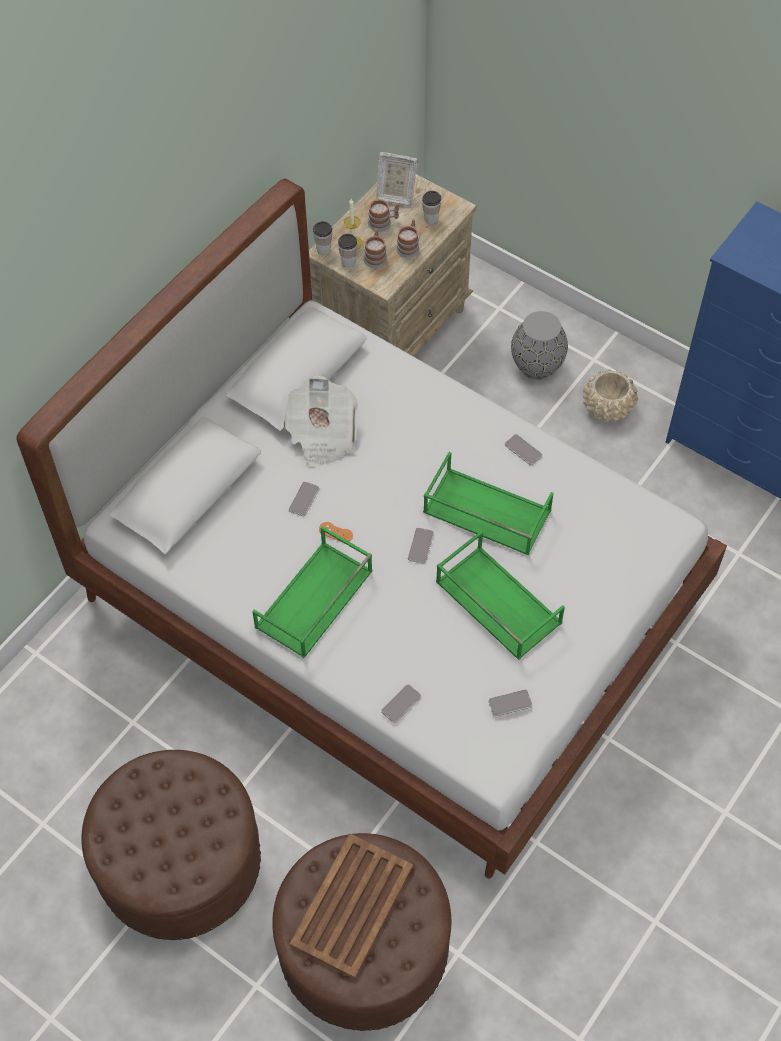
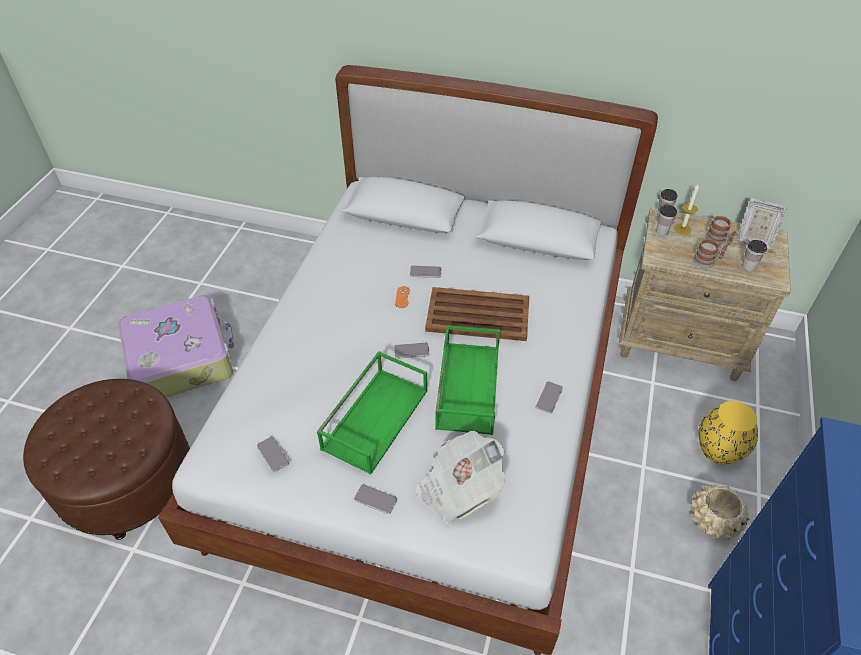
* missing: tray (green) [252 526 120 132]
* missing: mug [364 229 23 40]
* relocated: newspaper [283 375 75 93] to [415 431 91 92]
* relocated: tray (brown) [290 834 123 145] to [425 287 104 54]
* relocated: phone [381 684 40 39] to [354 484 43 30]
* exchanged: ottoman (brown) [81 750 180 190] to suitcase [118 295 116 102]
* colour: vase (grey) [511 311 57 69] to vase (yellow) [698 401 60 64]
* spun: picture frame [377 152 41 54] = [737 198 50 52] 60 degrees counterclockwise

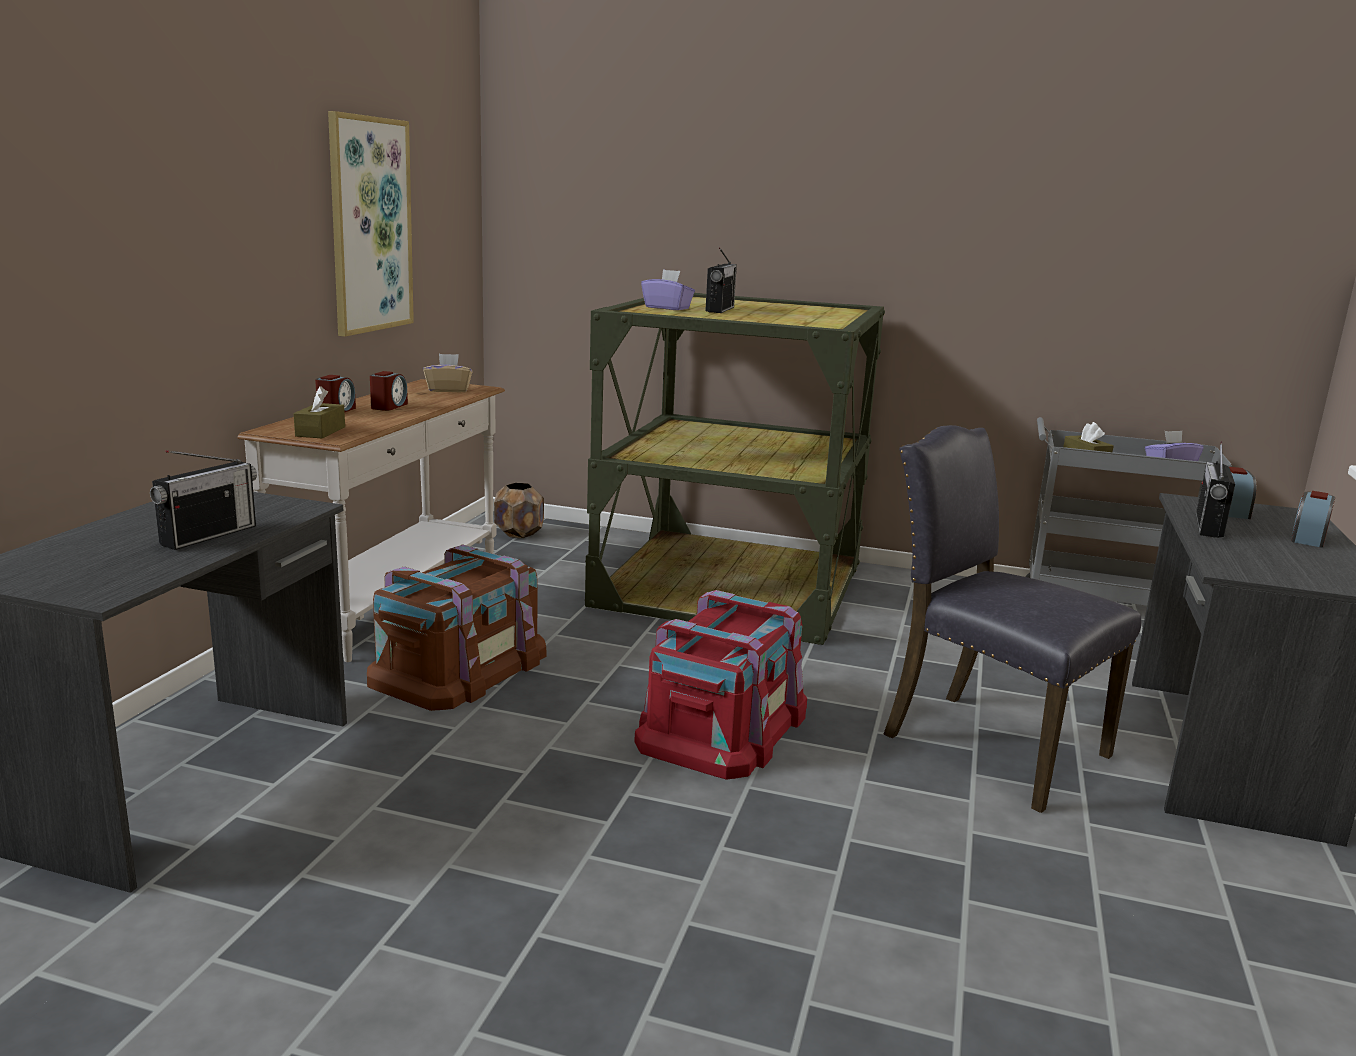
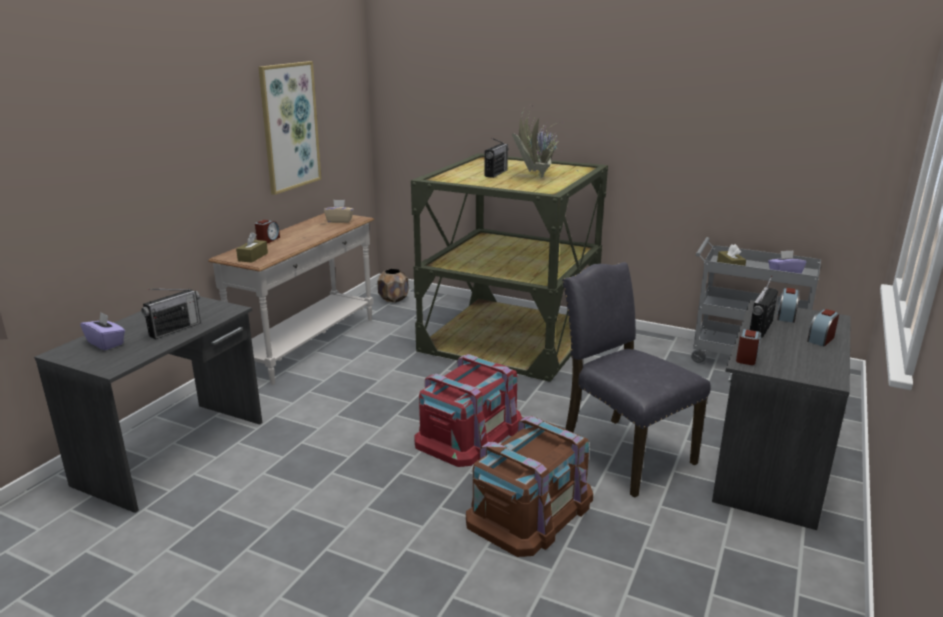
* appeared: potted plant [512 104 66 74]
* relocated: storage box (brown) [367 545 179 166] to [466 416 127 141]
* relocated: alarm clock [370 371 38 40] to [736 329 25 36]
* relocated: tissue box (purple) [641 269 54 41] to [80 312 45 38]

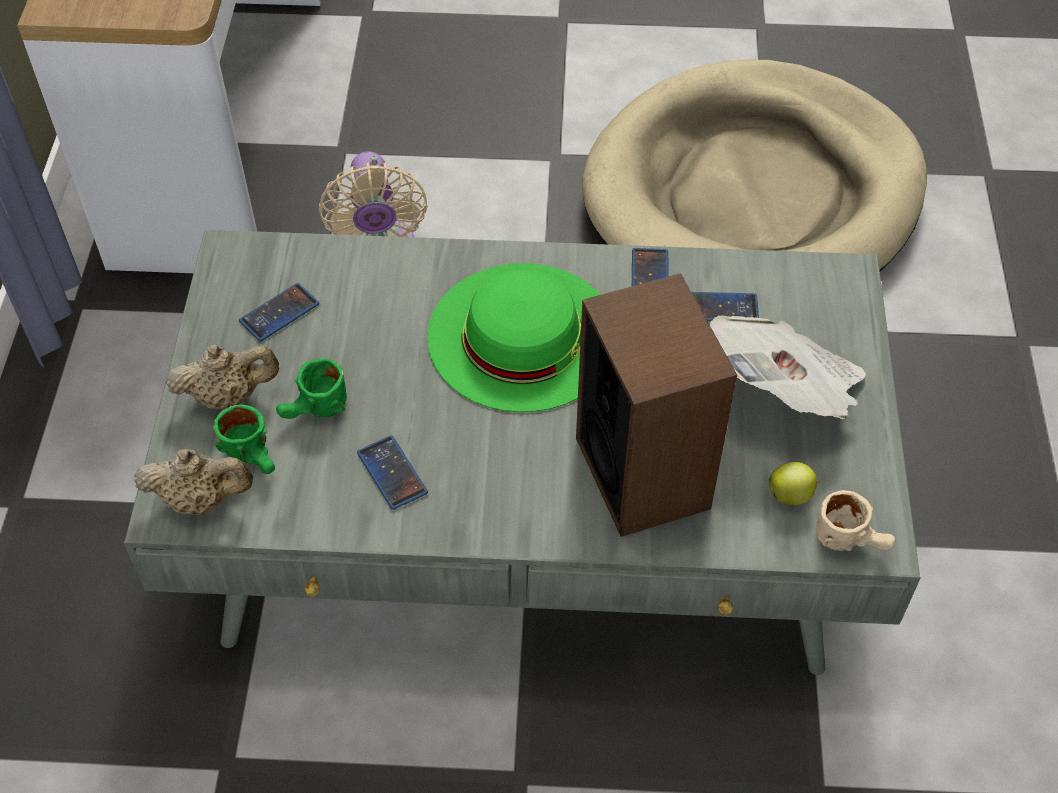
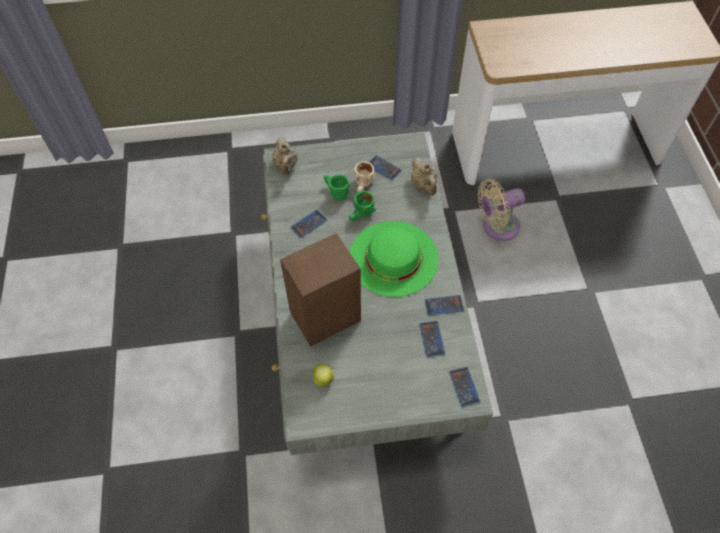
* missing: dog bed (beige) [582 59 345 212]
* missing: newspaper [710 315 156 104]
* appeared: phone [449 367 31 40]
* relocated: teapot (beige) [165 344 114 65] to [411 158 26 37]
* relocated: mug (green) [213 405 62 69] to [349 191 27 30]
* relocated: mug (beige) [815 490 81 61] to [354 161 22 31]

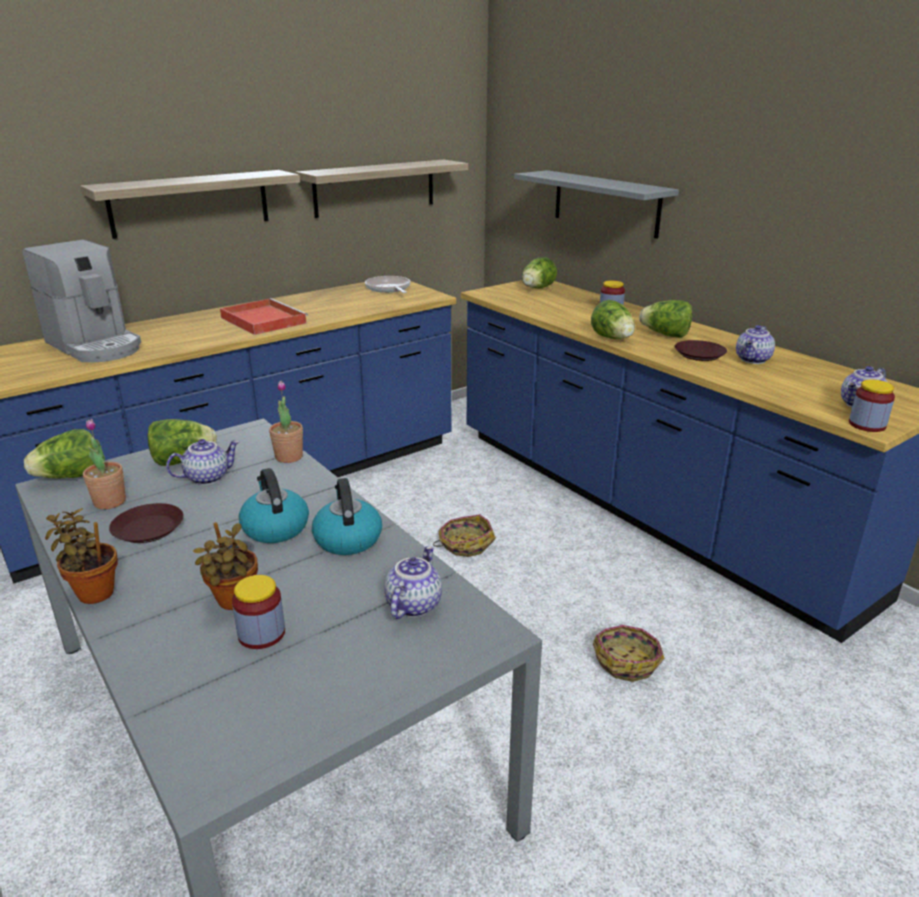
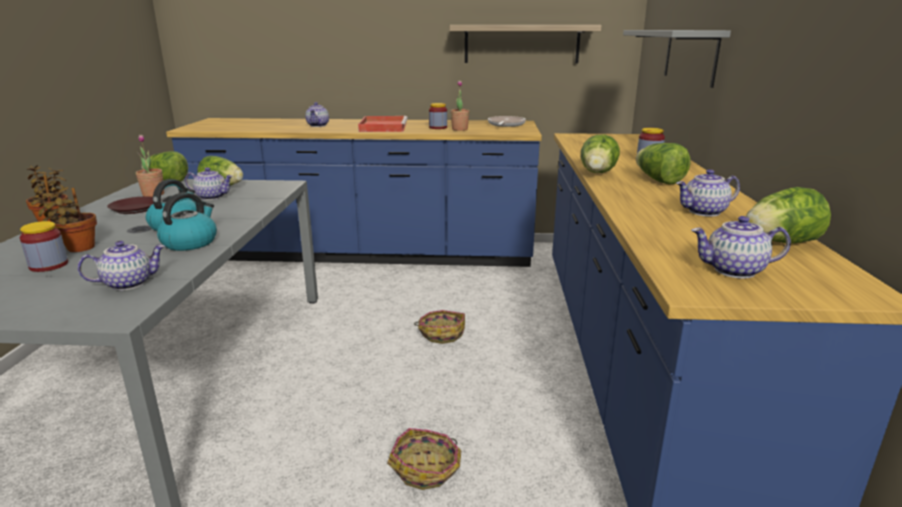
* missing: coffee machine [22 240 119 122]
* missing: shelf [80 170 220 69]
* missing: plate (brown) [675 340 52 21]
* appeared: teapot [305 102 24 25]
* relocated: potted plant [269 381 34 82] to [451 80 18 51]
* relocated: lettuce [522 257 35 32] to [746 187 85 57]
* relocated: jar [849 379 46 53] to [429 103 18 26]

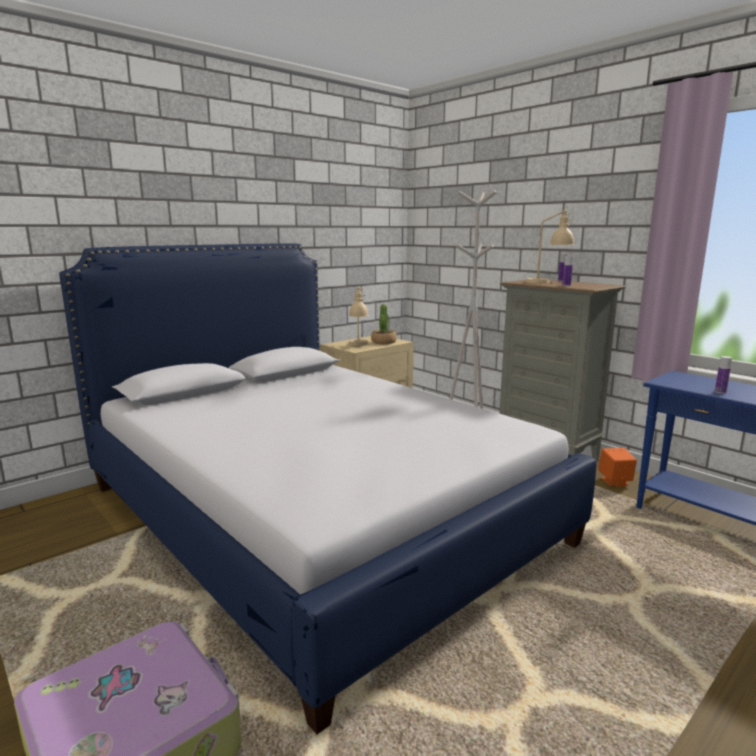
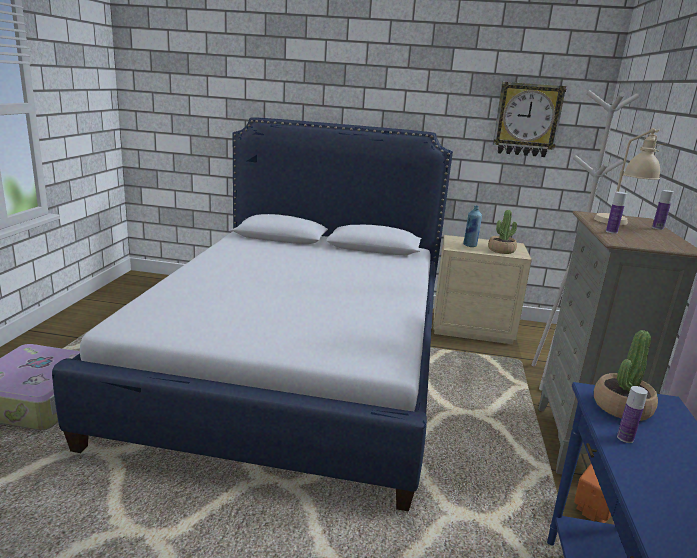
* appeared: wall clock [493 82 73 75]
* appeared: potted plant [594 330 64 91]
* exchanged: table lamp (beige) [349 287 20 59] to bottle (blue) [463 205 19 42]

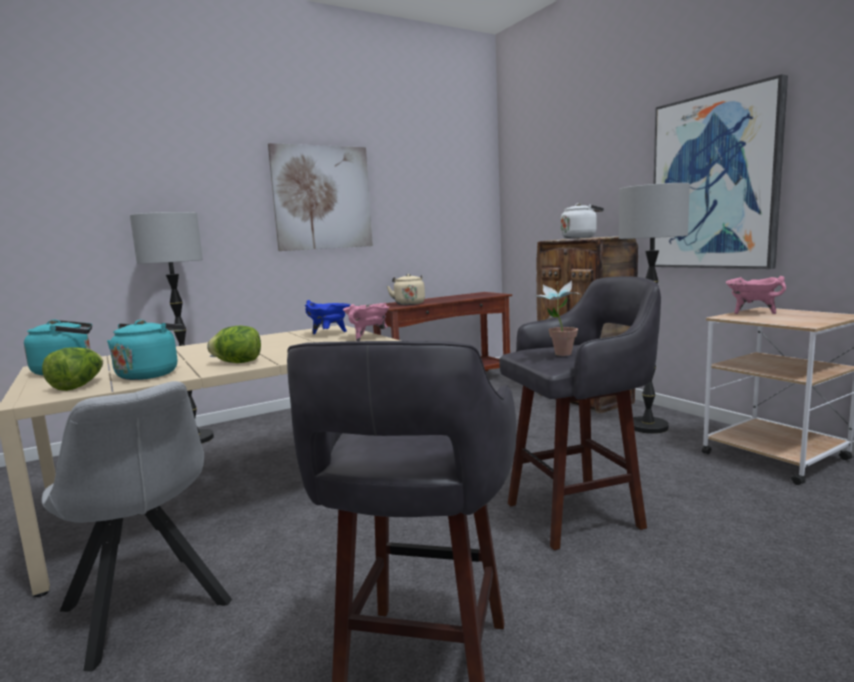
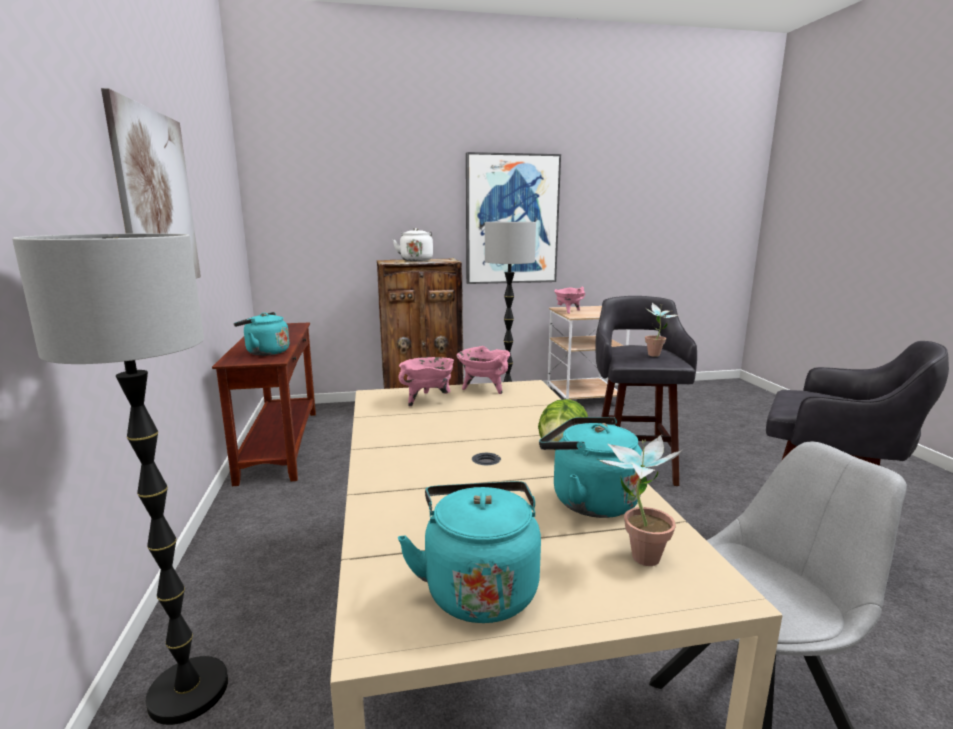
* exchanged: lettuce [42 348 61 43] to potted plant [598 435 84 131]
* colour: cooking pot (blue) [305 300 45 34] to cooking pot (pink) [398 357 56 50]
* colour: kettle (beige) [387 274 38 31] to kettle (turquoise) [234 312 55 44]

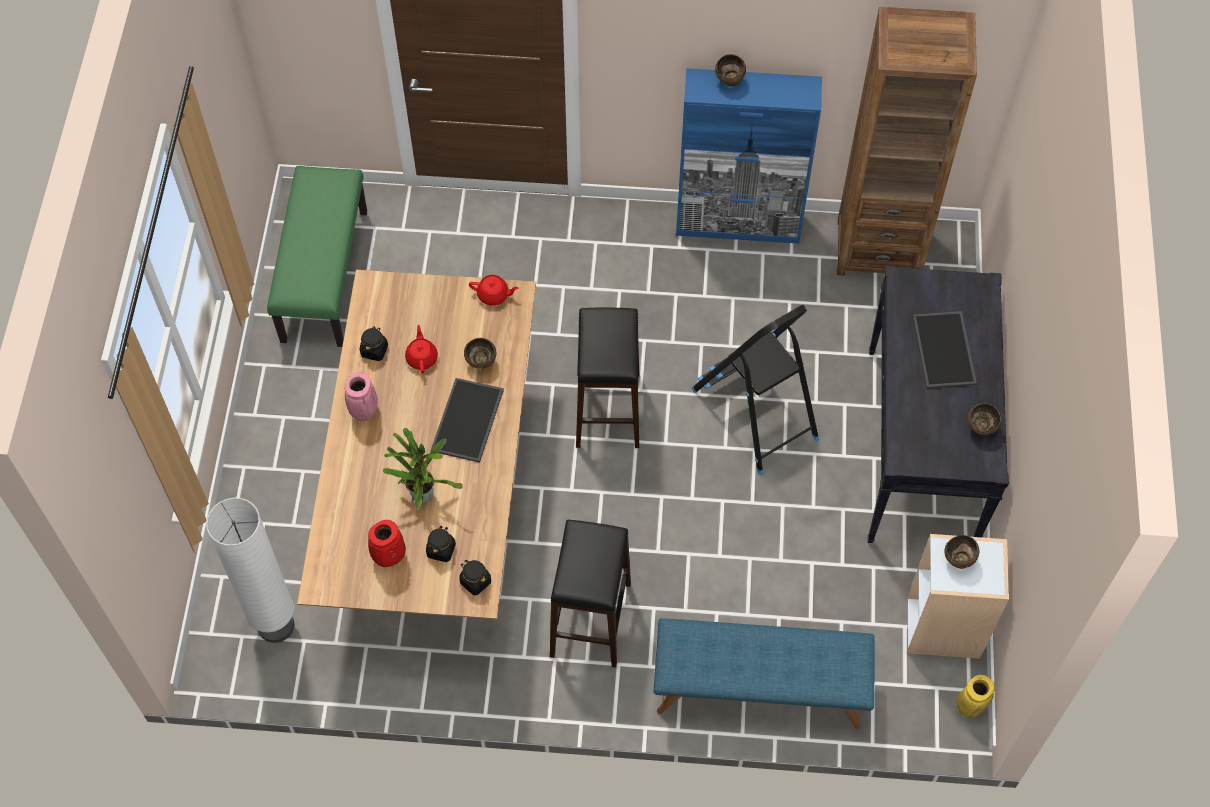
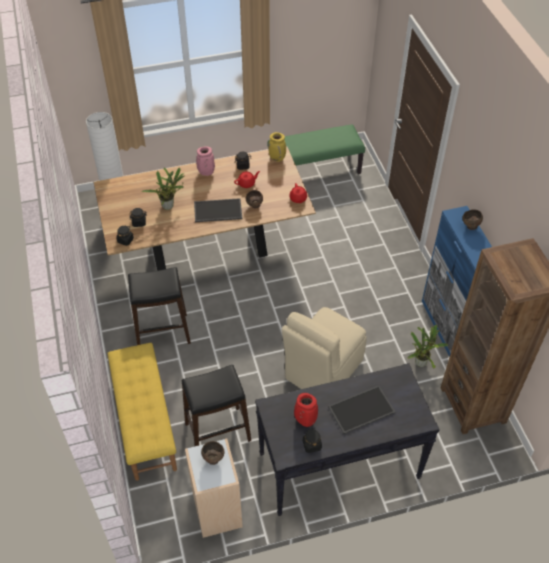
* appeared: potted plant [407 325 41 44]
* relocated: vase (red) [368 520 38 47] to [294 393 24 34]
* relocated: stool (black) [576 308 63 140] to [182 365 69 81]
* relocated: vase (yellow) [956 675 39 43] to [268 132 18 30]
* exchanged: step ladder (black) [692 305 127 170] to chair (beige) [282 307 85 82]
* exchanged: bowl (brown) [968 403 34 32] to jar (black) [303 428 19 25]
* colour: bench (blue) [654 618 221 111] to bench (yellow) [107 343 70 138]

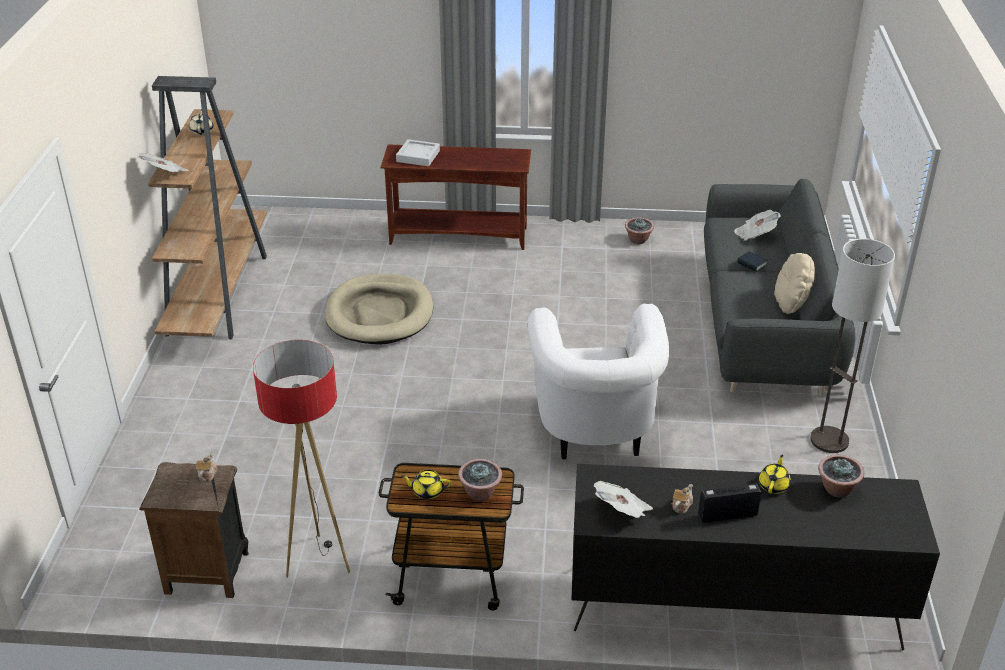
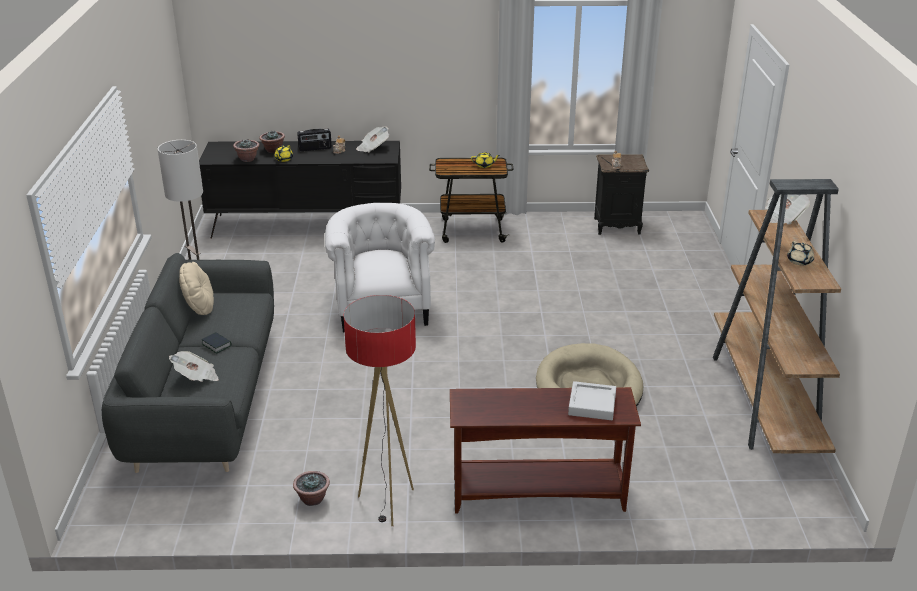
* relocated: floor lamp [253 340 97 238] to [344 295 72 231]
* relocated: potted plant [458 459 44 42] to [259 130 26 23]

